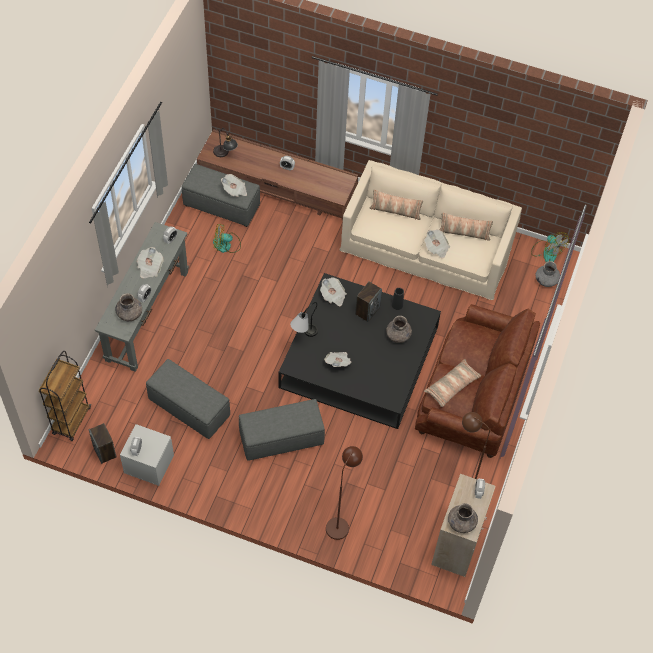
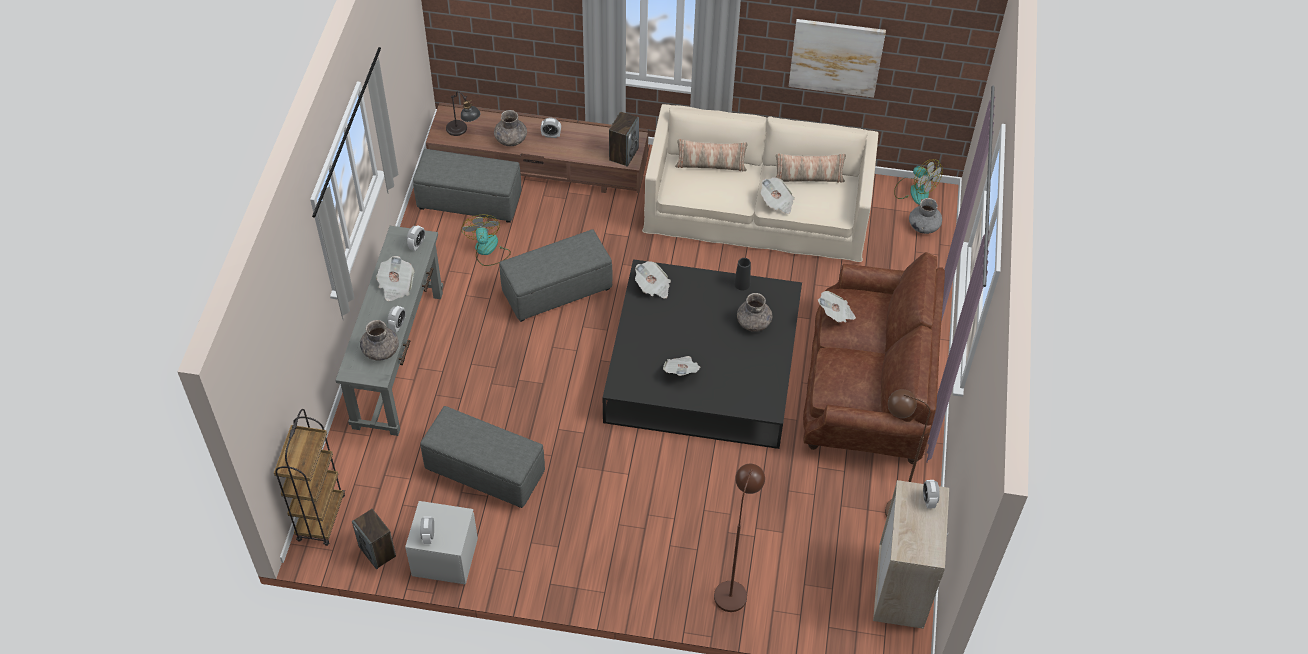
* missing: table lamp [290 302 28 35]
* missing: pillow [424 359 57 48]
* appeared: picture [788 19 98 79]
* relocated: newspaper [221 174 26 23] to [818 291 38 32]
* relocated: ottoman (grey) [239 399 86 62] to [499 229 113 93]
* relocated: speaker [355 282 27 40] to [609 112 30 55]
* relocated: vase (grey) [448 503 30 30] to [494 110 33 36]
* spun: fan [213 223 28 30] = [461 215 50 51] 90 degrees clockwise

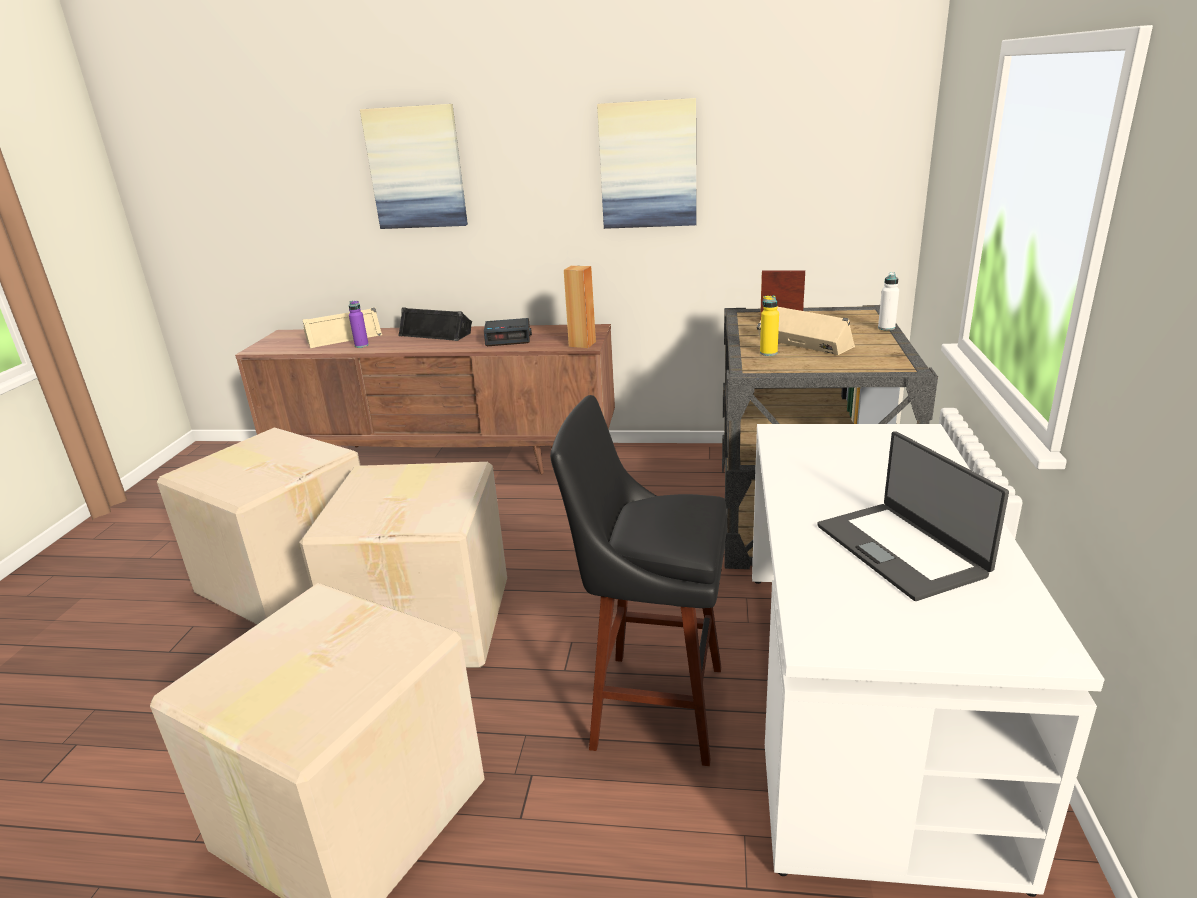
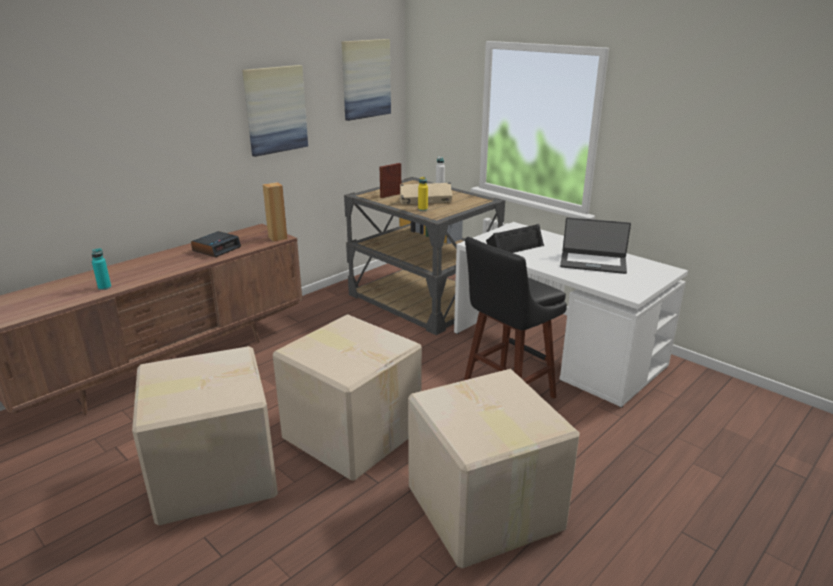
* missing: speaker (beige) [303 308 79 40]
* relocated: picture [360 104 108 125] to [342 39 49 82]
* relocated: speaker (black) [398 307 74 34] to [486 224 58 29]
* colour: bottle (purple) [349 301 20 47] to bottle (turquoise) [92 248 19 42]

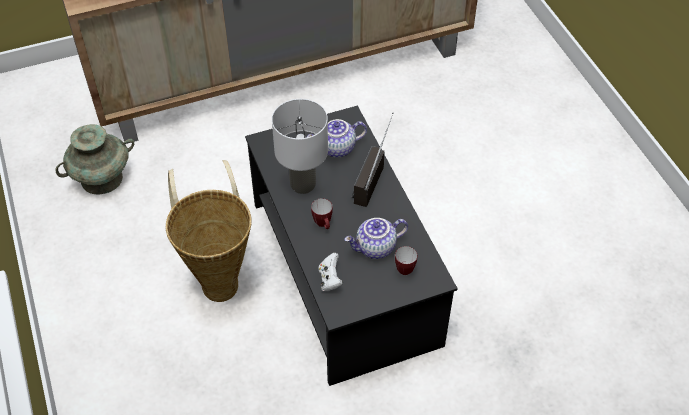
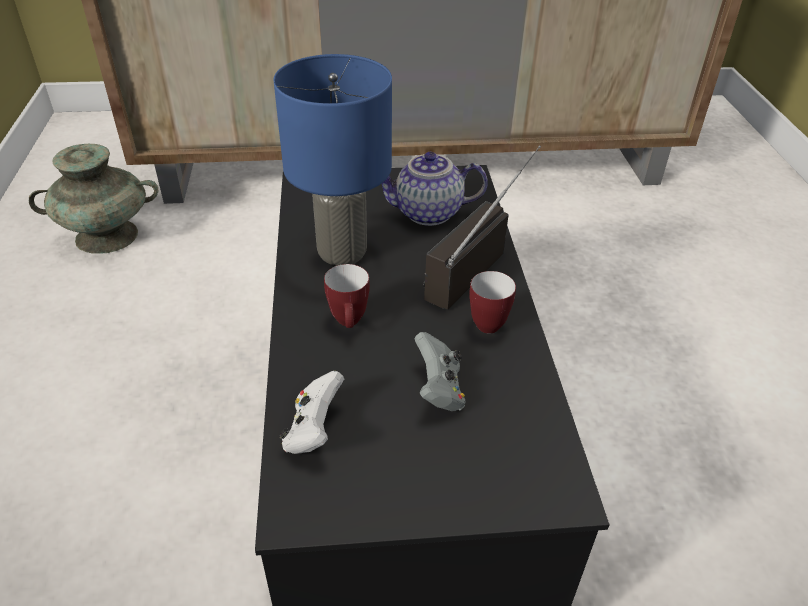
* missing: basket [165 160 87 142]
* relocated: mug [395 246 22 29] to [469 271 47 63]
* exchanged: teapot [344 218 64 41] to game controller (grey) [415 332 51 79]
* colour: table lamp (white) [272 99 56 95] to table lamp (blue) [273 54 119 212]

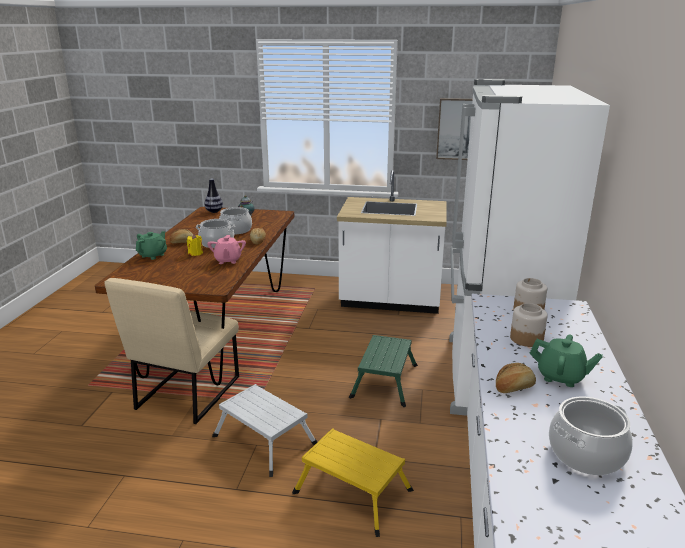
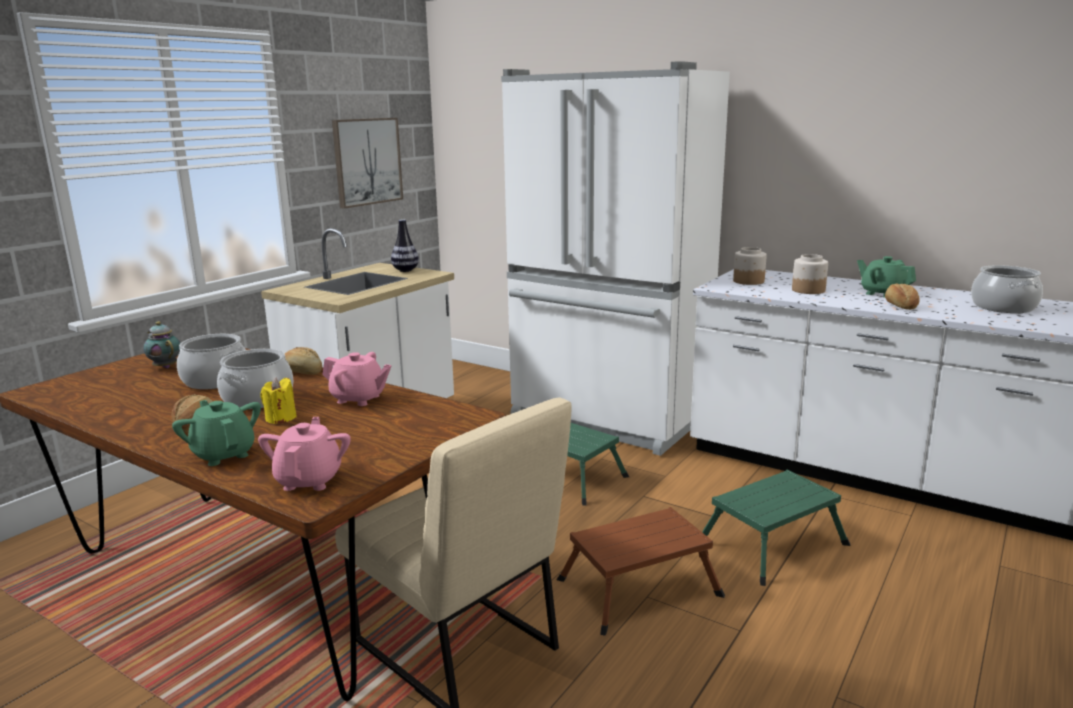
* appeared: teapot (pink) [258 417 93 74]
* relocated: vase [205 179 18 34] to [391 219 28 53]
* colour: step ladder (white) [212 384 105 93] to step ladder (brown) [557 507 168 129]
* colour: step ladder (yellow) [292 428 122 109] to step ladder (green) [702 470 149 116]
* spun: teapot (green) [529 334 74 53] = [857 256 59 42] 90 degrees counterclockwise

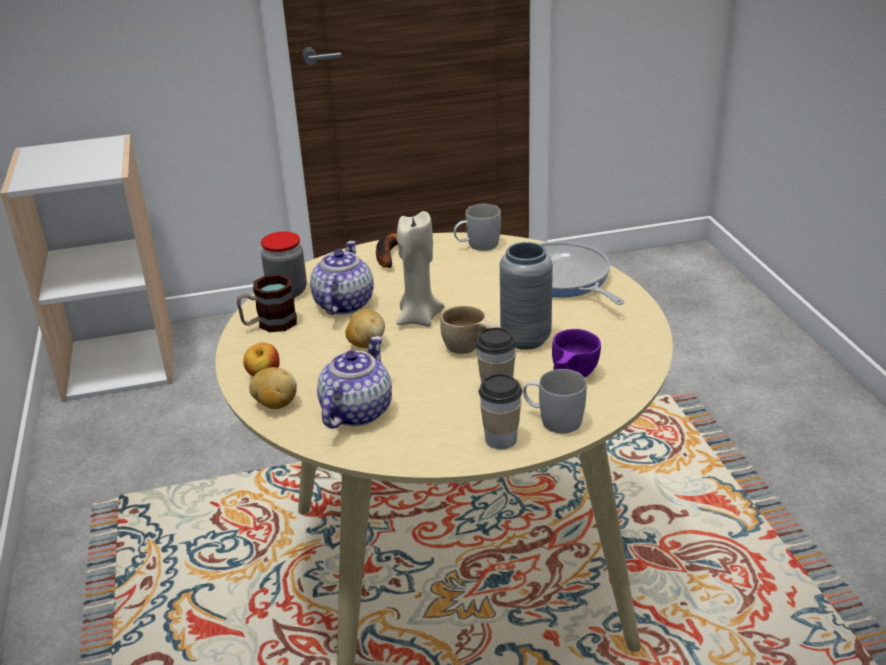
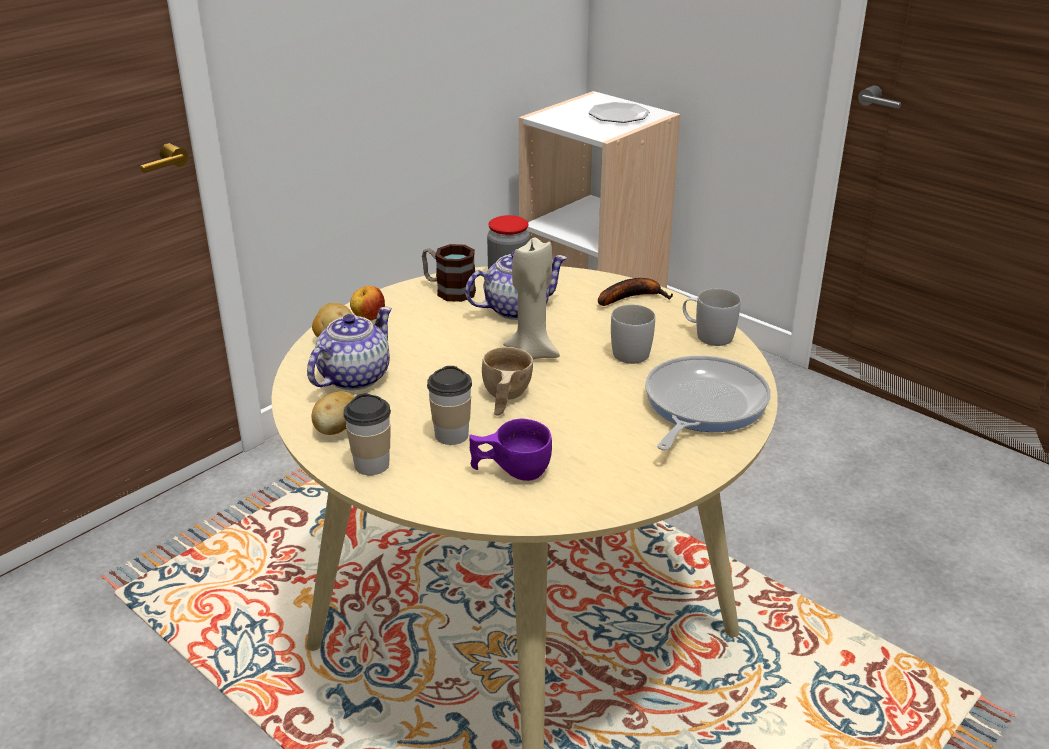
* missing: vase (grey) [500 242 53 108]
* appeared: plate [588 102 62 21]
* relocated: potato [346 309 39 39] to [312 391 43 44]
* relocated: mug (white) [523 369 64 65] to [611 305 44 59]
* spun: teapot [317 336 75 93] = [307 307 85 83] 45 degrees counterclockwise

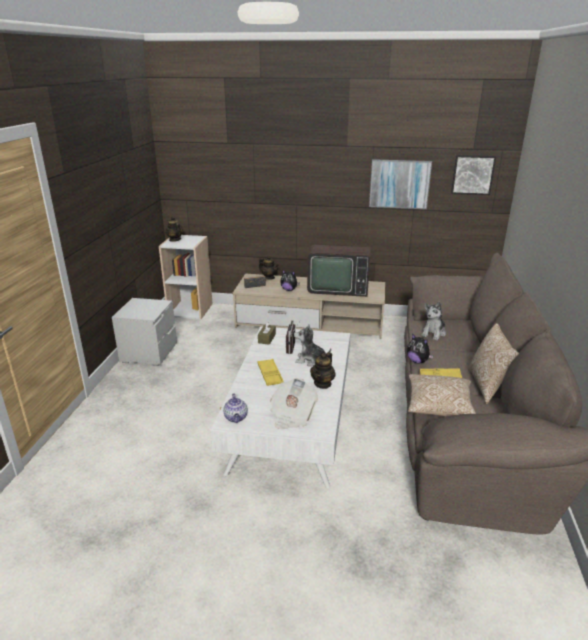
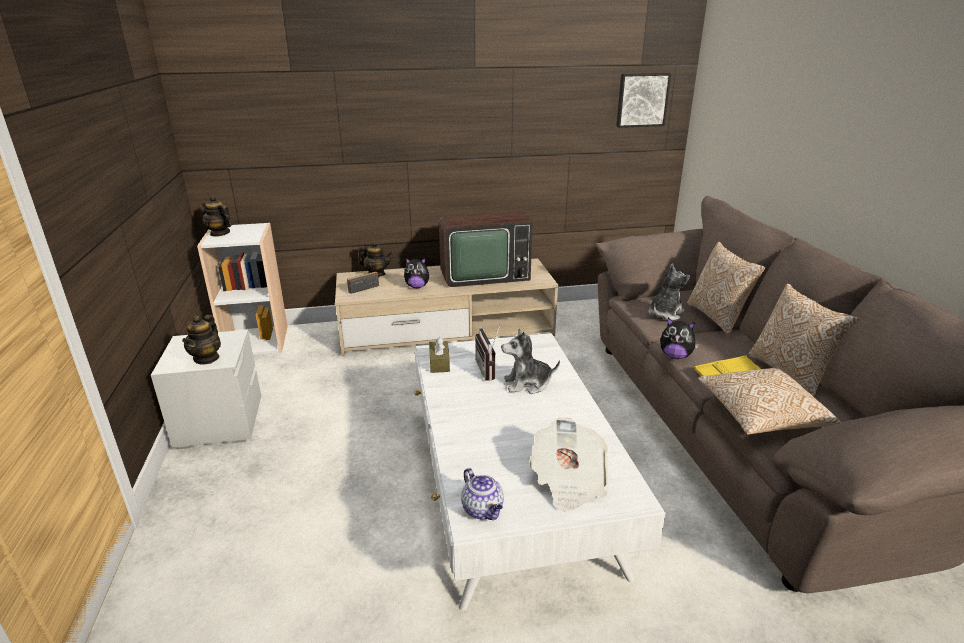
* missing: tray (yellow) [257 359 27 27]
* missing: picture [369 159 63 50]
* appeared: pillow [687 242 78 93]
* relocated: teapot [310 352 26 37] to [182 315 39 49]
* spun: plush toy [421 302 25 38] = [648 264 42 57] 150 degrees counterclockwise

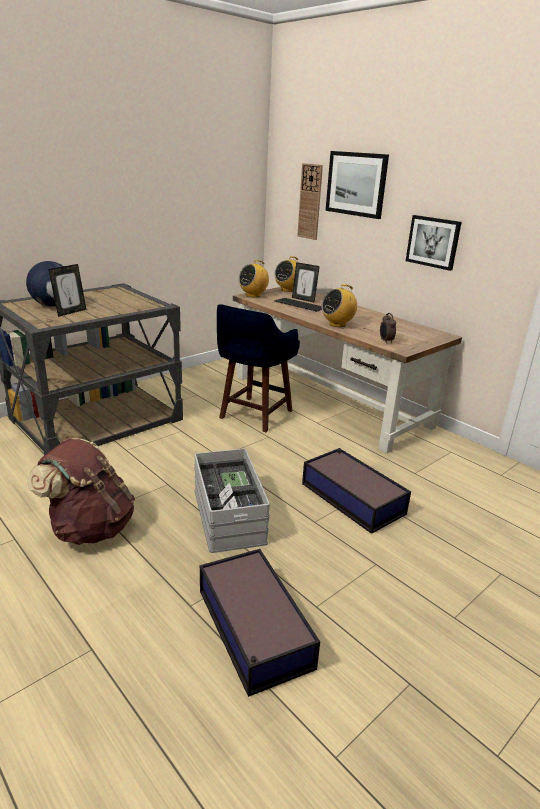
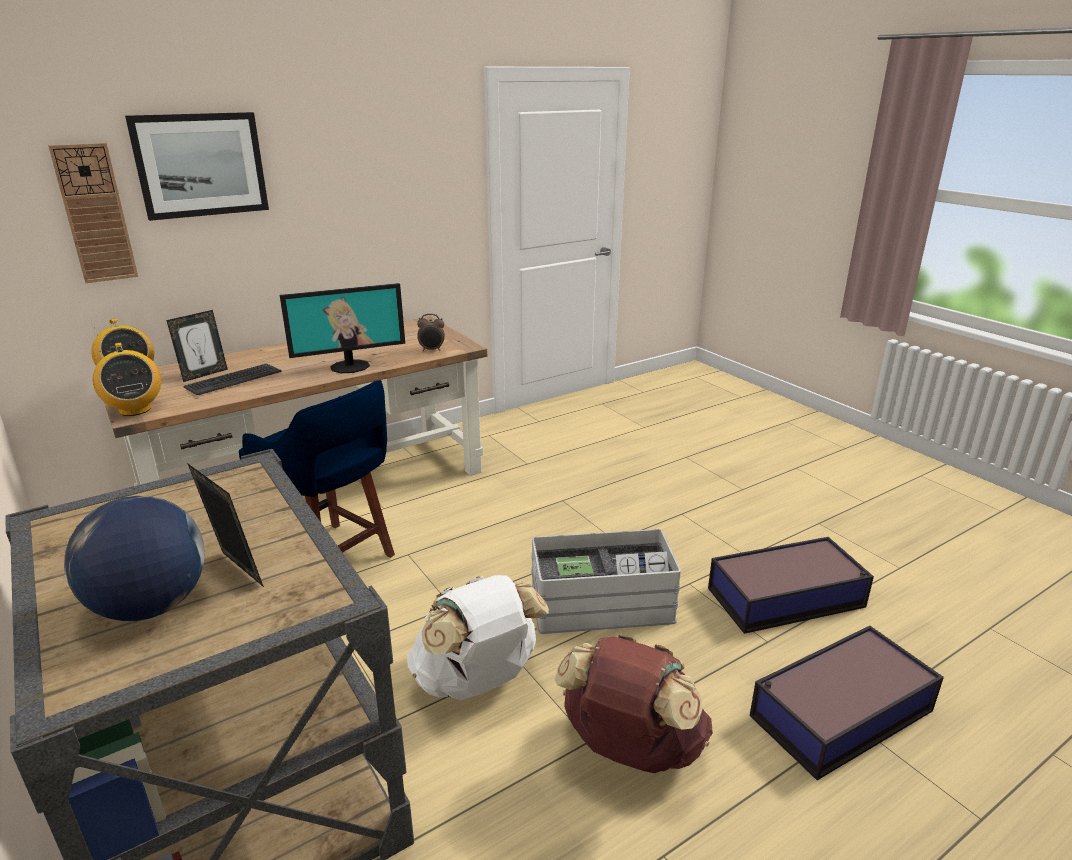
* missing: picture [406 215 56 56]
* appeared: backpack (white) [407 575 142 125]
* relocated: storage box [302 448 109 86] to [750 626 194 154]
* exchanged: radio [321 284 36 43] to monitor [280 283 125 90]

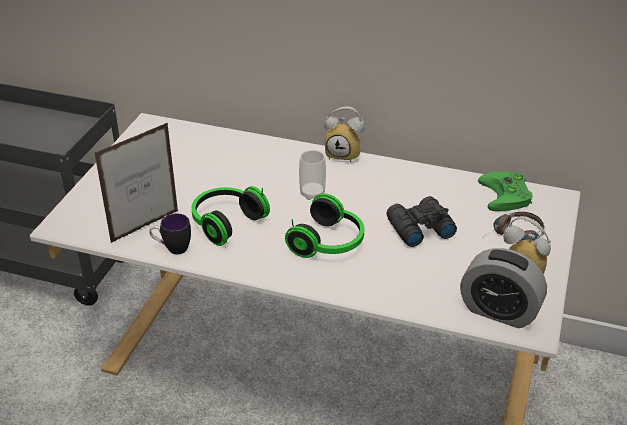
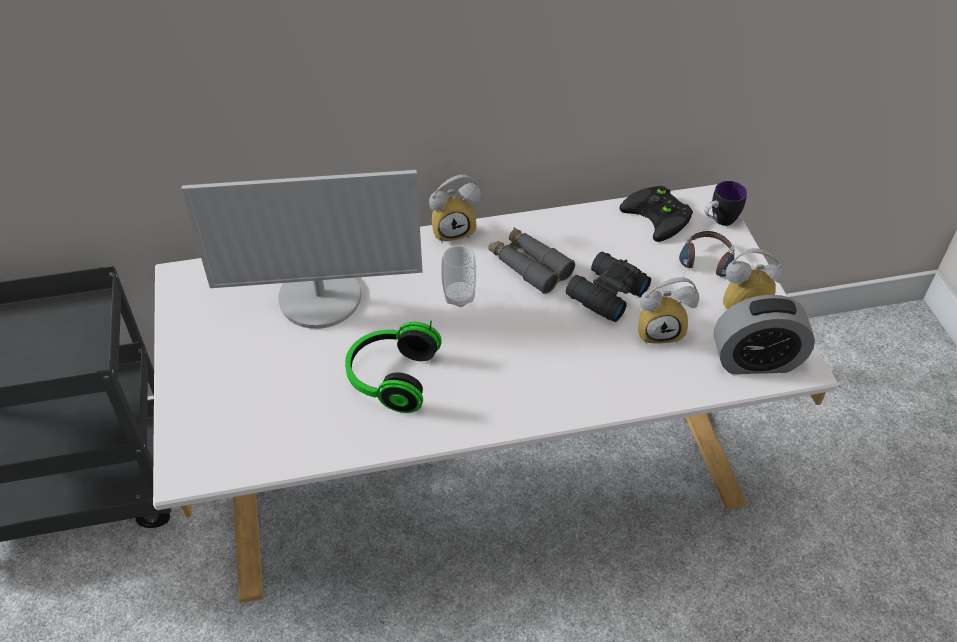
* missing: picture frame [95 122 83 121]
* missing: headphones [285 193 79 65]
* appeared: monitor [181 170 242 159]
* appeared: binoculars (grey) [488 227 87 67]
* appeared: alarm clock [638 277 61 67]
* relocated: mug [149 214 42 41] to [705 181 42 45]
* colour: game controller (green) [478 171 55 40] to game controller (black) [619 186 74 56]

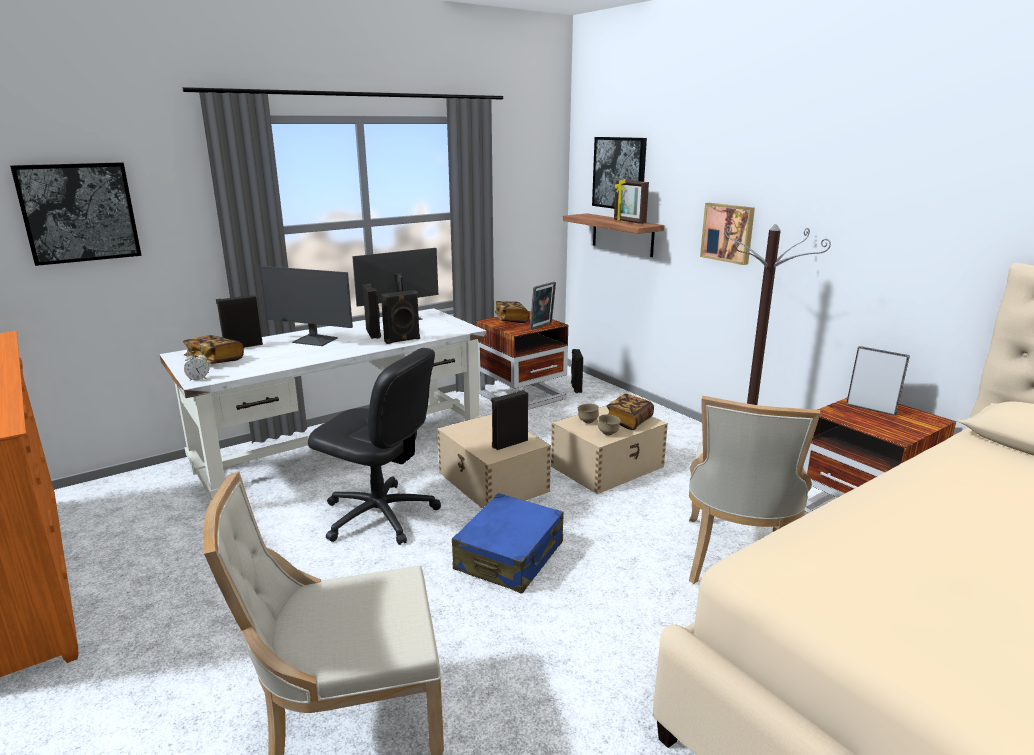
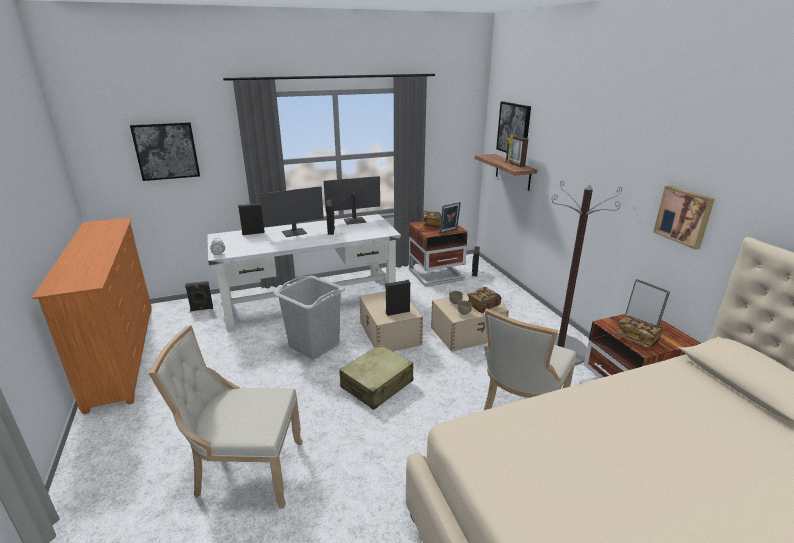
* relocated: book [183 335 61 29] to [615 316 49 32]
* relocated: speaker (black) [381 290 39 54] to [185 281 28 30]
* relocated: picture [700 203 55 62] to [653 186 62 64]
* exchanged: office chair (black) [308 348 133 197] to laundry basket (grey) [273 275 72 84]
* colour: suitcase (blue) [452 493 112 100] to suitcase (beige) [339 344 74 66]
* spun: monitor [259 266 94 80] = [260 186 64 51] 60 degrees counterclockwise

